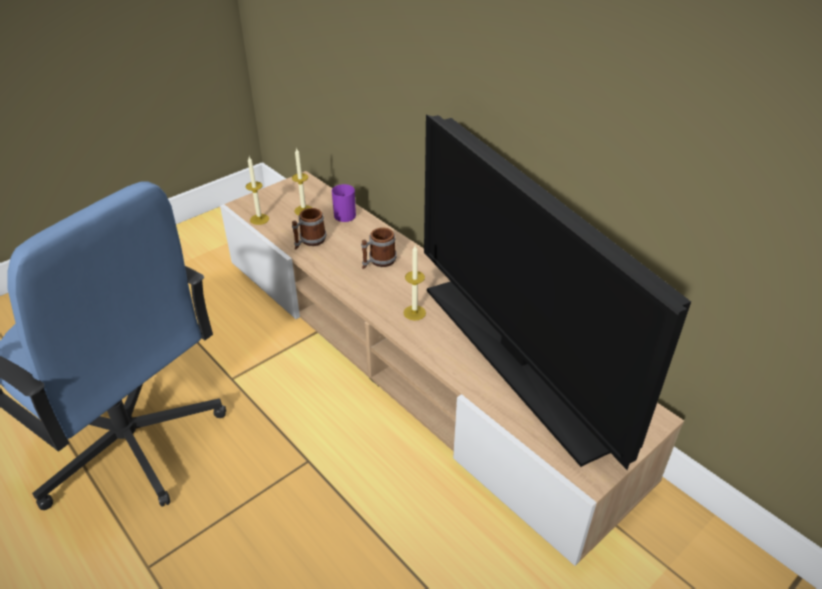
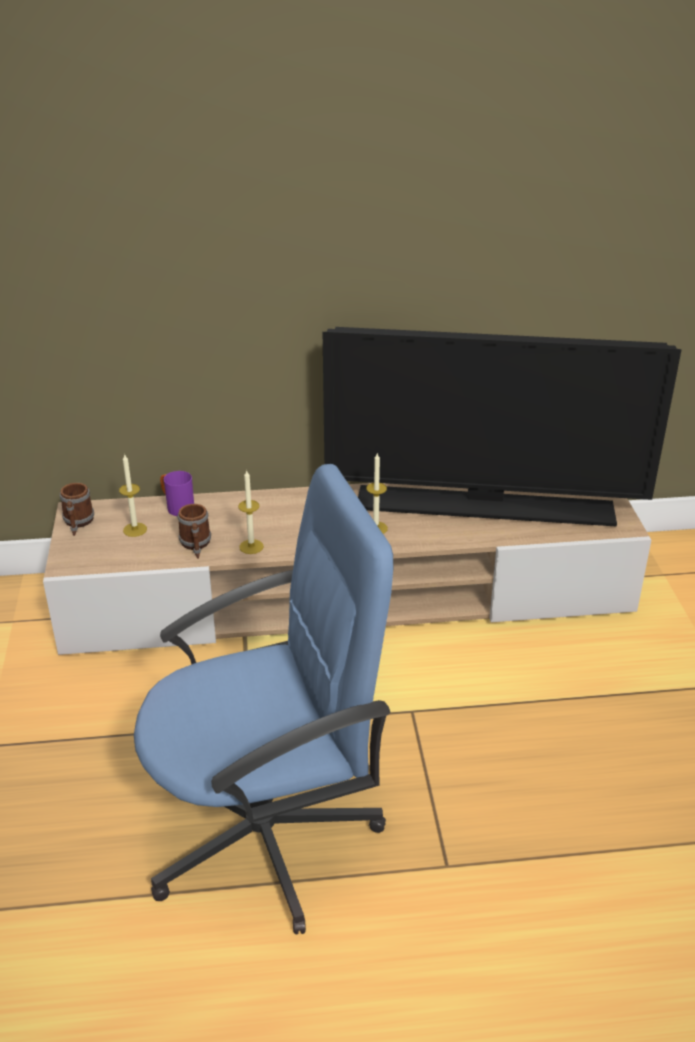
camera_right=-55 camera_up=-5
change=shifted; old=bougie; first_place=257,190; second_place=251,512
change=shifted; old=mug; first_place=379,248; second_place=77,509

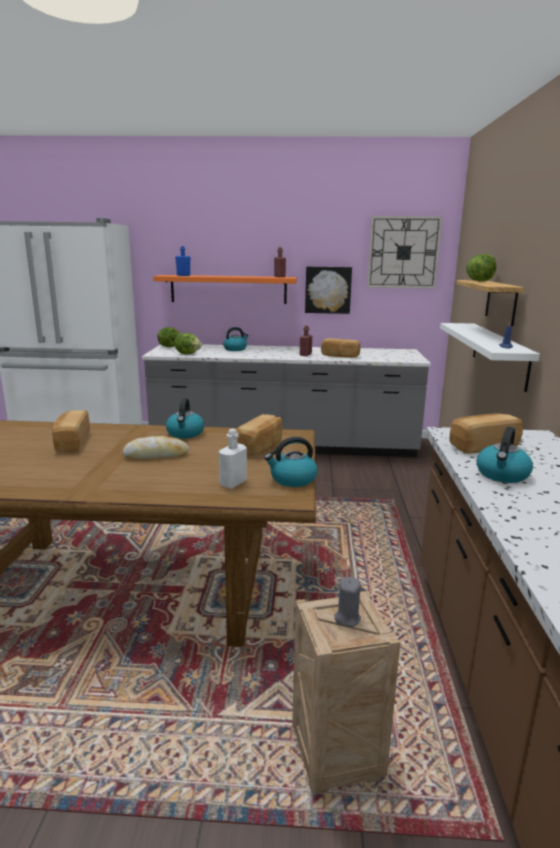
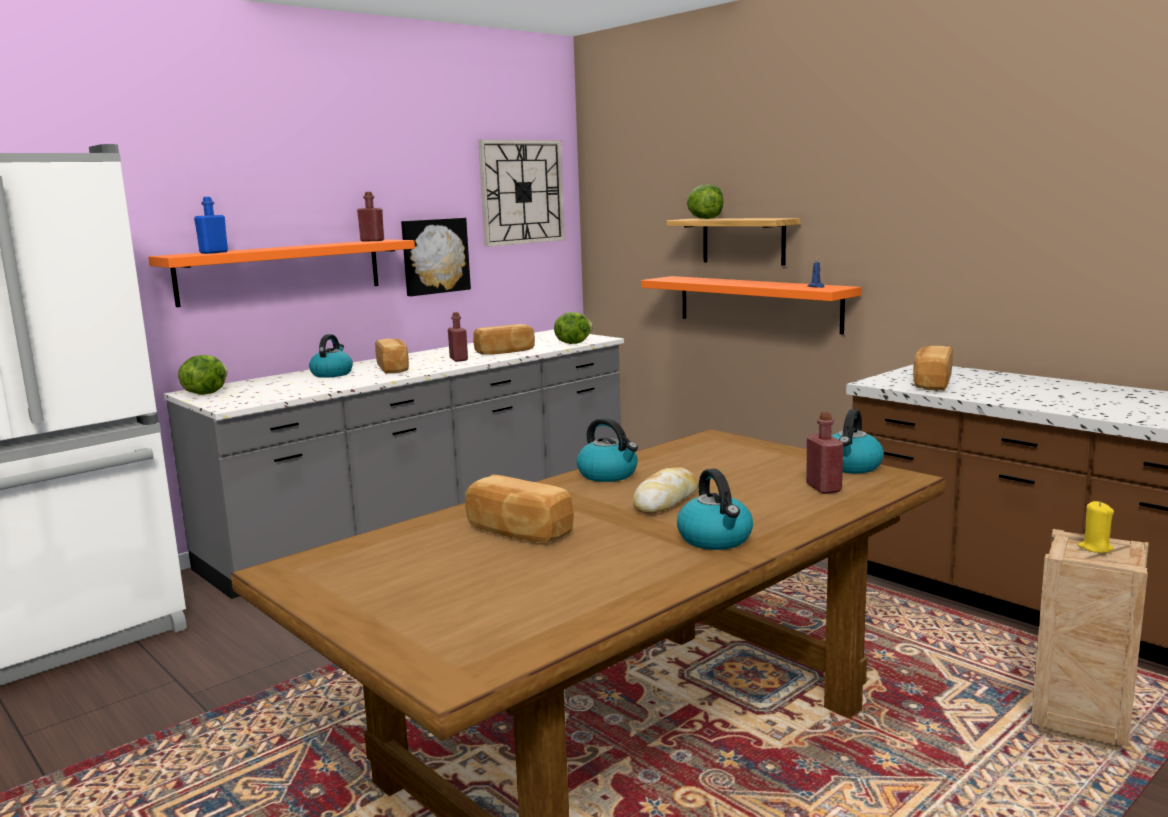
camera_right=-45 camera_up=-5
change=shifted; old=laitue; first_place=188,343; second_place=573,328
change=repainted; old=bouteille/blanc; new=bouteille/rouge; first_place=233,458; second_place=825,453
change=shifted; old=pain; first_place=259,435; second_place=392,356
change=repainted; old=bougie/gris; new=bougie/jaune; first_place=347,602; second_place=1095,527
change=repainted; old=étagère/blanc; new=étagère/orange; first_place=490,357; second_place=751,305
change=shifted; old=bouilloire; first_place=505,455; second_place=715,509

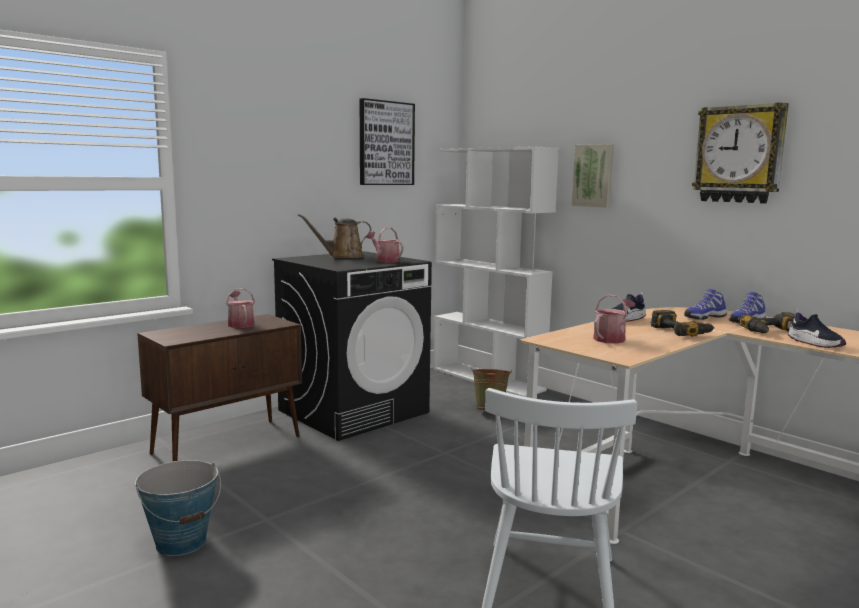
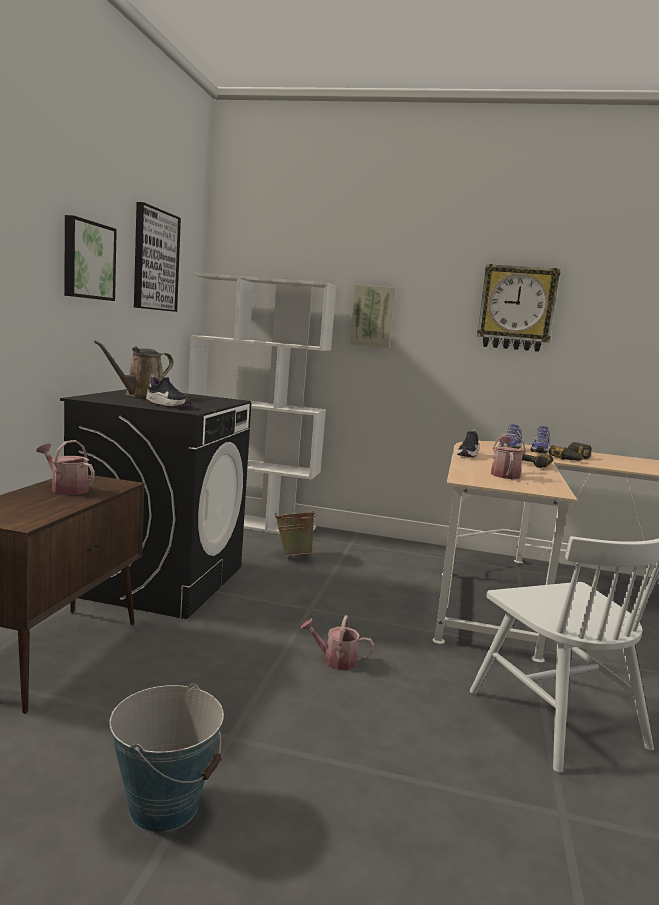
camera_right=-35 camera_up=0
change=shifted; old=arrosoir; first_place=385,245; second_place=338,642
change=shifted; old=chaussure; first_place=817,329; second_place=168,390
change=new; new=tableau; second_place=90,258

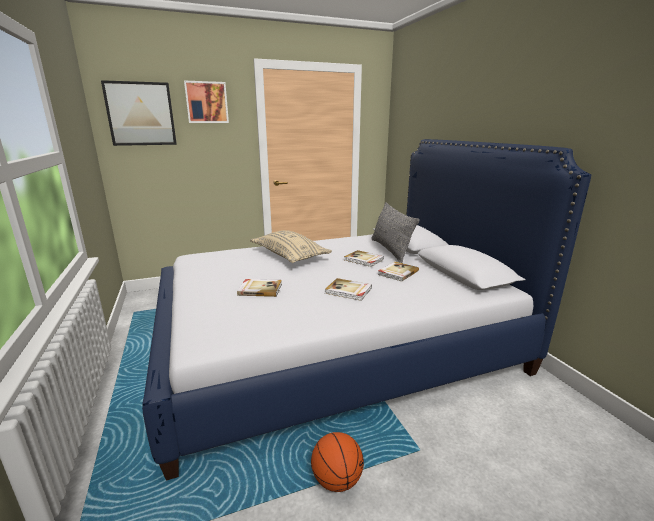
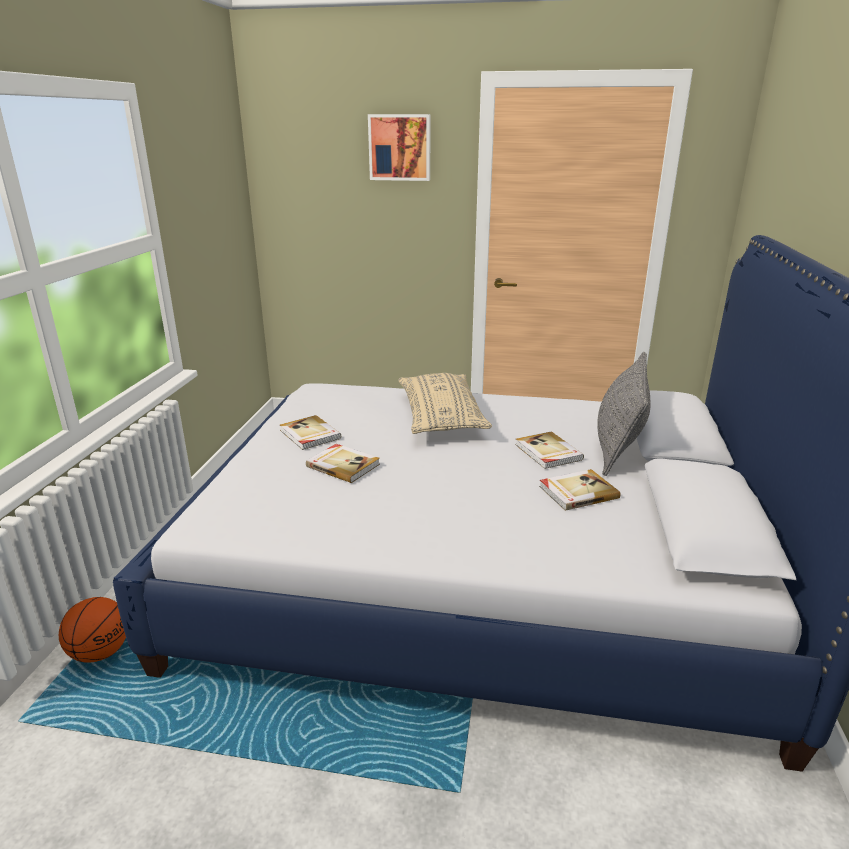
camera_right=30 camera_up=5
change=gone; old=tableau; first_place=139,113
change=shifted; old=ballon de basket; first_place=337,462; second_place=92,630
change=shifted; old=livre; first_place=348,289; second_place=310,432

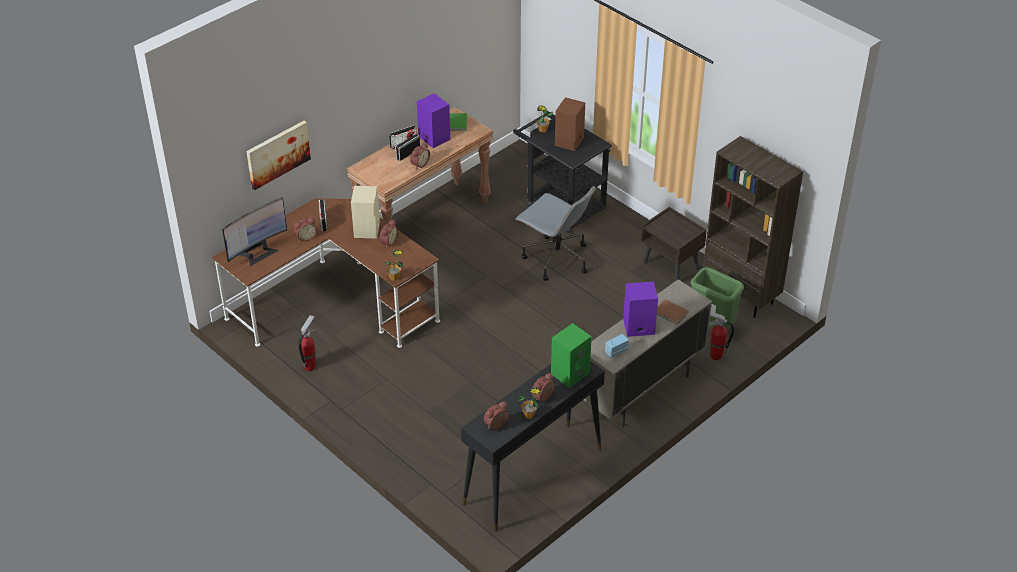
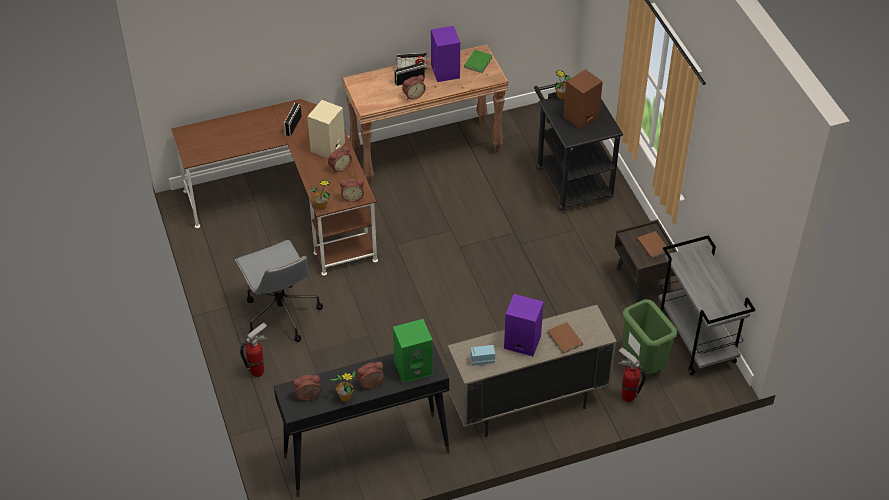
camera_right=25 camera_up=5
change=gone; old=écran d'ordinateur; first_place=254,231
change=gone; old=tableau; first_place=278,155
change=shifted; old=réveil; first_place=305,229; second_place=352,190
change=shifted; old=extincteur; first_place=307,343; second_place=254,349
change=shifted; old=chaise de bureau/gris; first_place=555,233; second_place=279,291
change=swapped; old=bibliothèque/marron; new=chariot/gris; first_place=753,227; second_place=706,305
change=new; new=livre/marron; second_place=653,245

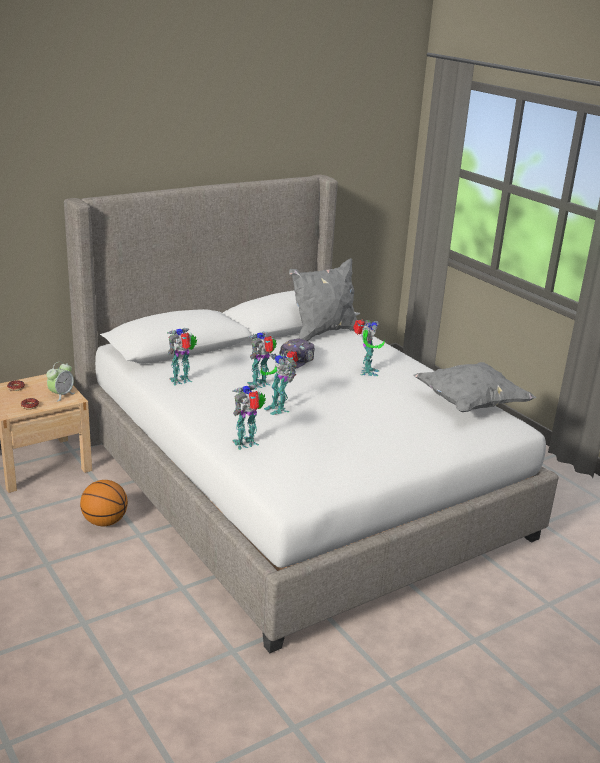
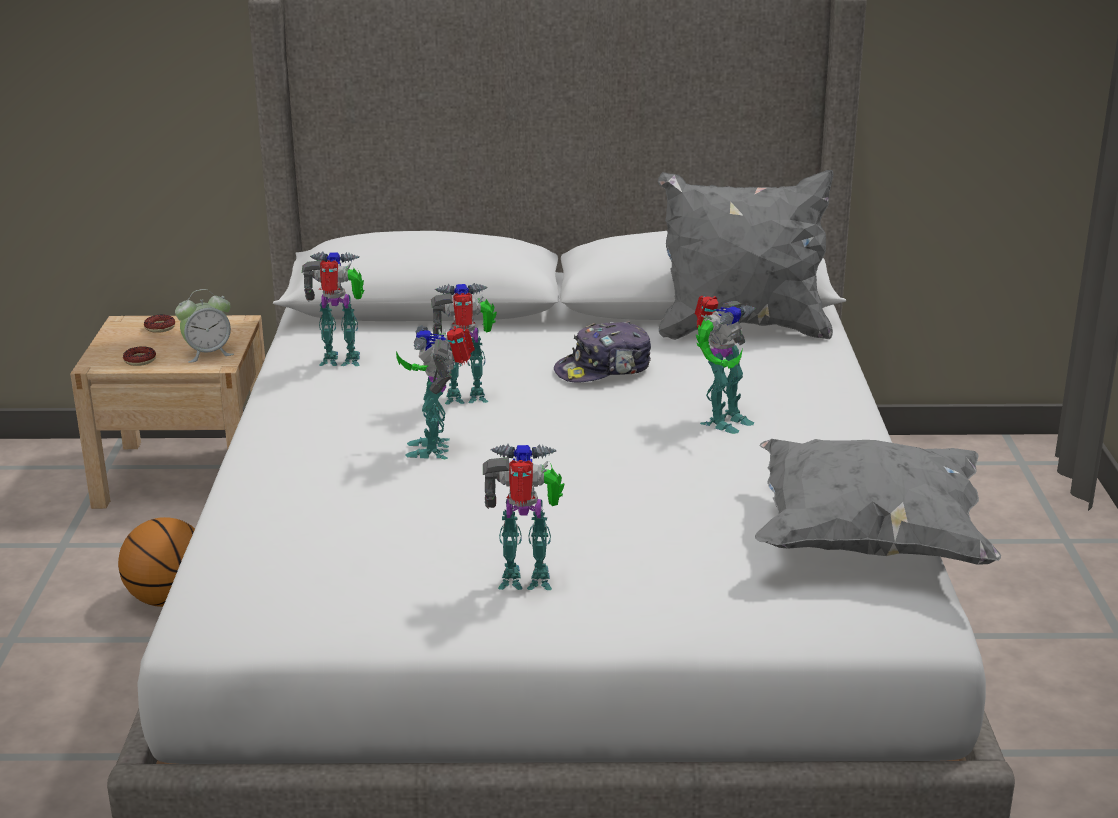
camera_right=35 camera_up=0
change=shifted; old=robot jouet; first_place=249,417; second_place=523,517

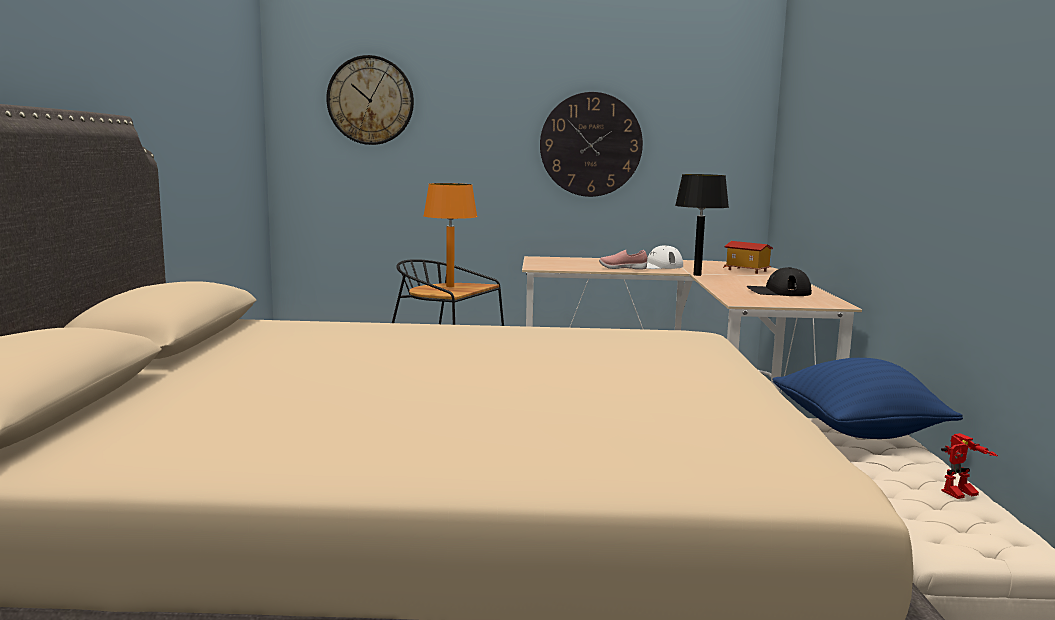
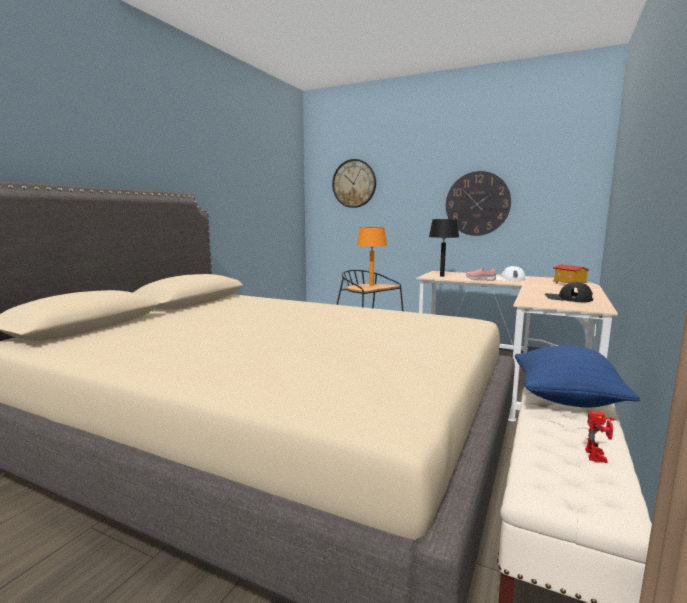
camera_right=25 camera_up=0
change=shifted; old=lampe de table/noir; first_place=702,225; second_place=444,248
change=rotated; old=robot jouet; first_place=969,466; second_place=601,437; degrees=-75

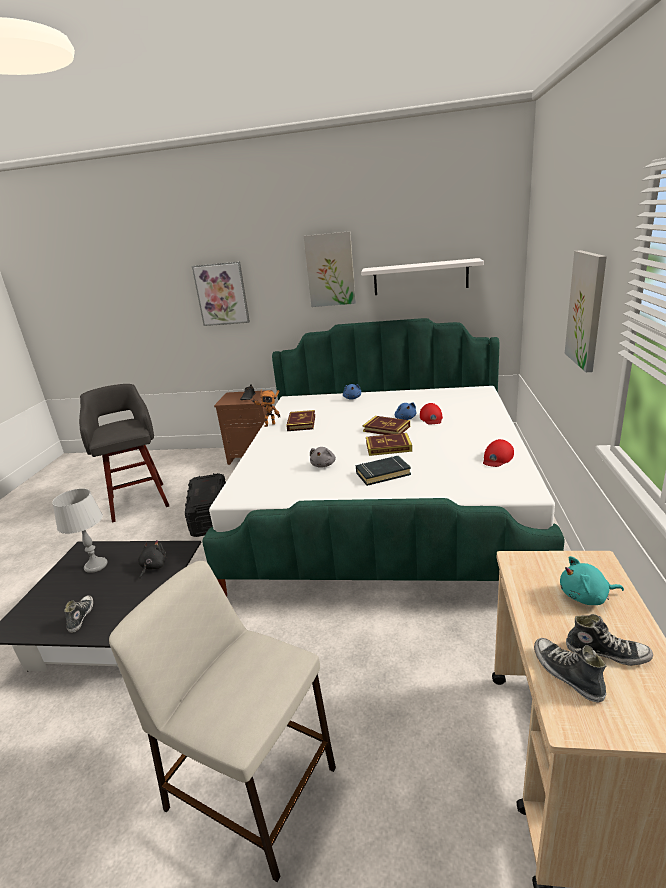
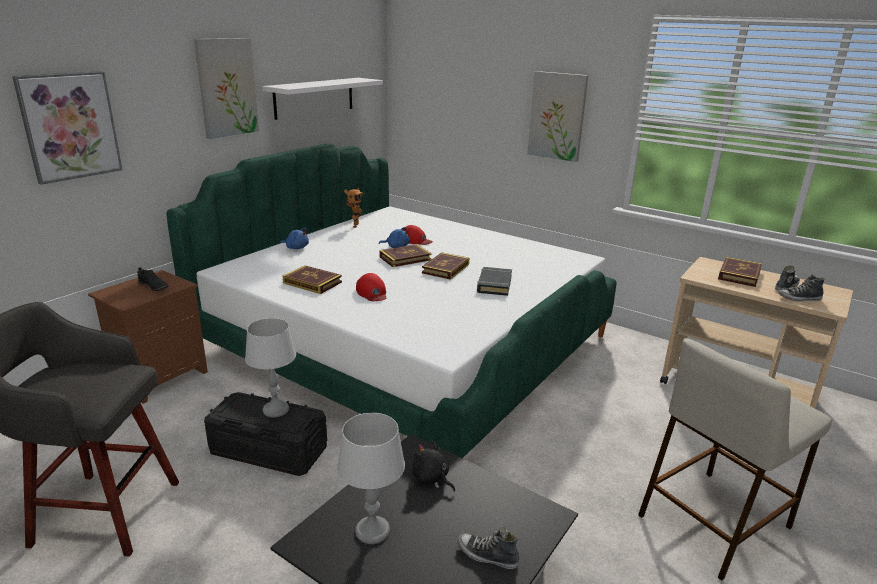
camera_right=-65 camera_up=0
change=shifted; old=robot jouet; first_place=266,408; second_place=354,208
change=gone; old=peluche/gris; first_place=323,457
change=shifted; old=casquette/rouge; first_place=498,453; second_place=371,287
change=swapped; old=peluche/turquoise; new=livre; first_place=592,580; second_place=740,272
change=new; new=lampe de table/gris; second_place=270,368

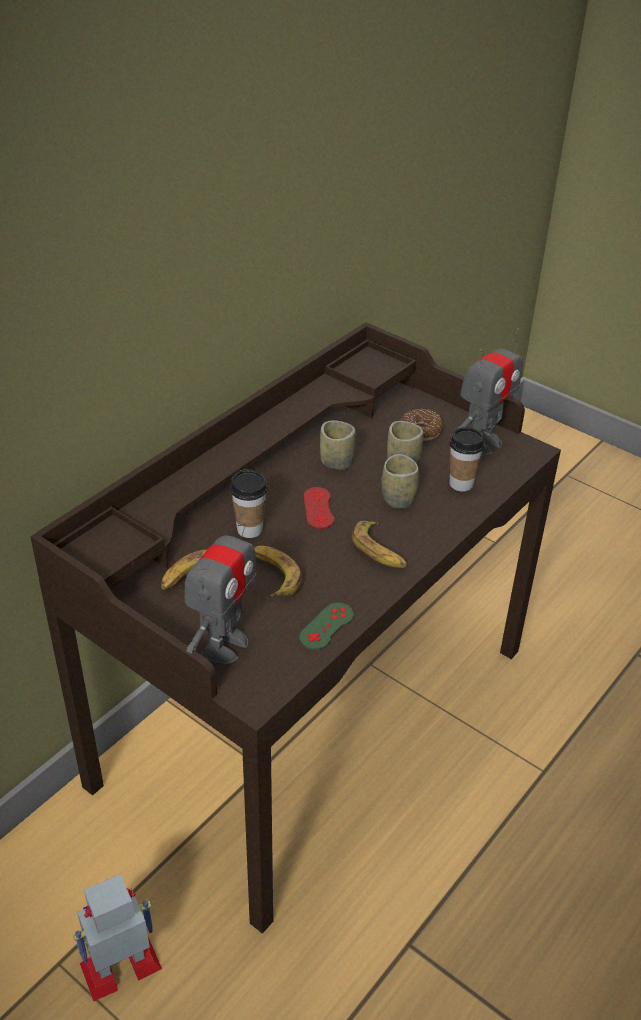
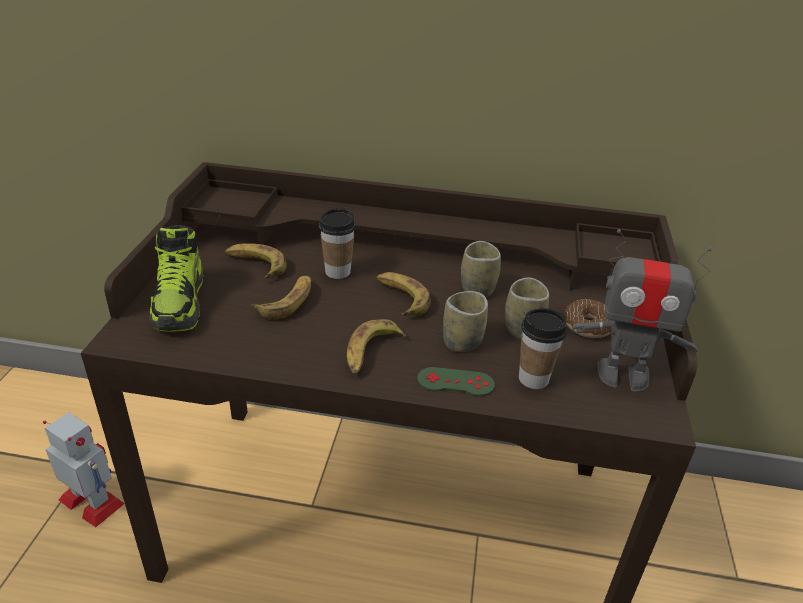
camera_right=60 camera_up=-5
change=swapped; old=robot jouet; new=chaussure; first_place=220,587; second_place=176,278
change=shifted; old=manette/vert; first_place=326,626; second_place=456,381
change=swapped; old=manette/rouge; new=banane; first_place=319,508; second_place=403,294

